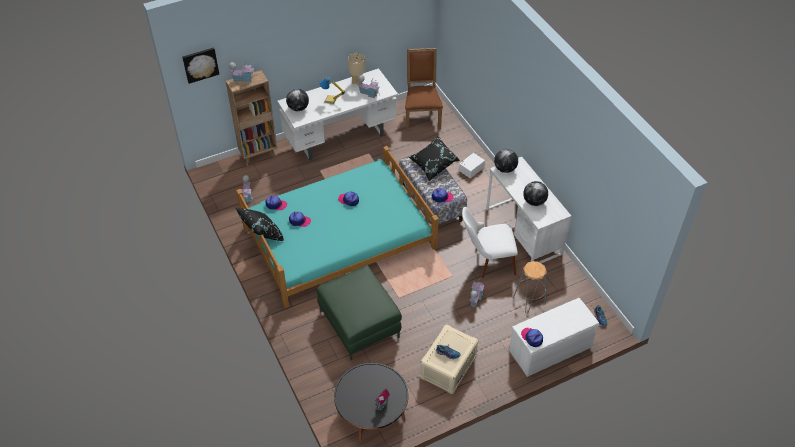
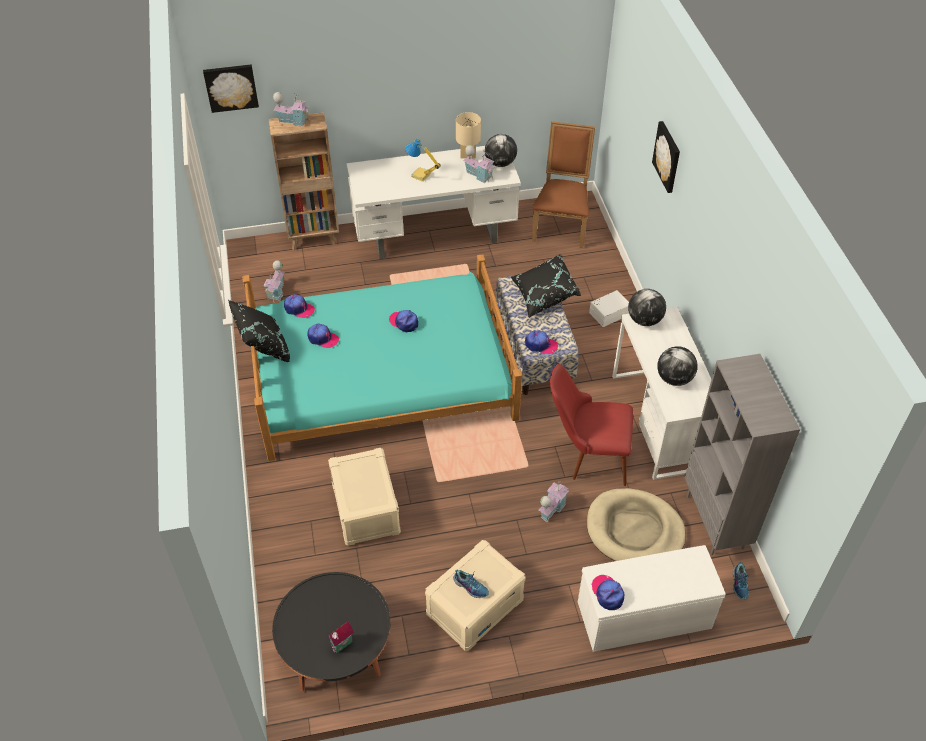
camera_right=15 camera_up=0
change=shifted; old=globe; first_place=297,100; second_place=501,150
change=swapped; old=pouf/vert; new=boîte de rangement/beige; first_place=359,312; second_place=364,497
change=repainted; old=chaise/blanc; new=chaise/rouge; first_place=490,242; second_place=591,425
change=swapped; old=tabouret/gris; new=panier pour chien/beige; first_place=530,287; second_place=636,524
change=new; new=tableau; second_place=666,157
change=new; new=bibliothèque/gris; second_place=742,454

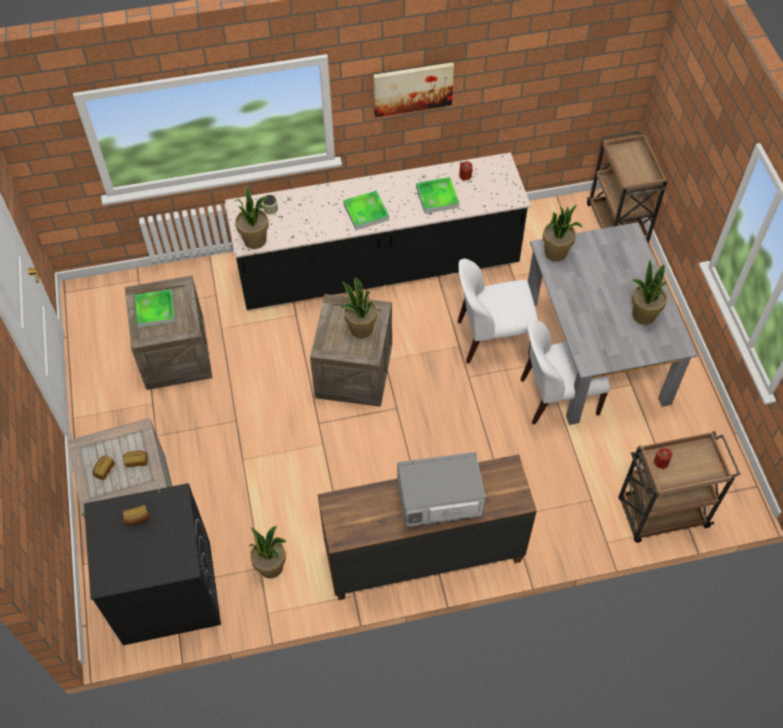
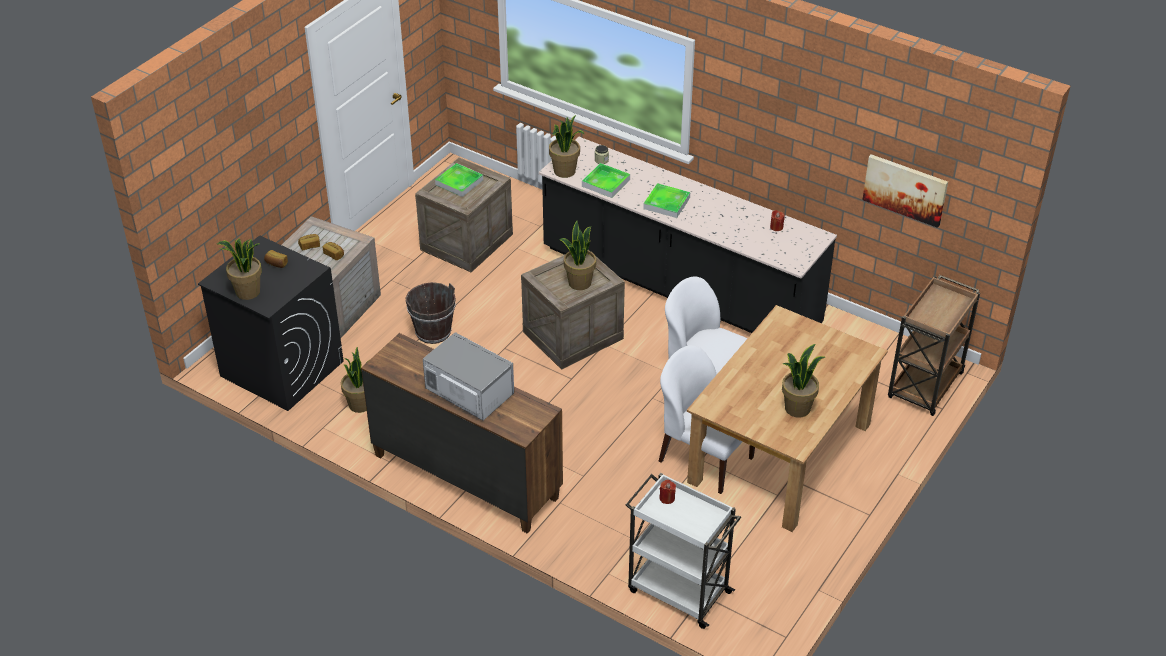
camera_right=45 camera_up=-15
change=shifted; old=tableau; first_place=413,89; second_place=905,191
change=shifted; old=plateau; first_place=437,195; second_place=606,180
change=repainted; old=table à manger/gris; new=table à manger/marron; first_place=613,323; second_place=787,418
change=shifted; old=plante en pot; first_place=562,233; second_place=239,269
change=repainted; old=chariot/marron; new=chariot/blanc; first_place=679,487; second_place=683,551
change=new; new=seau/marron; second_place=431,313

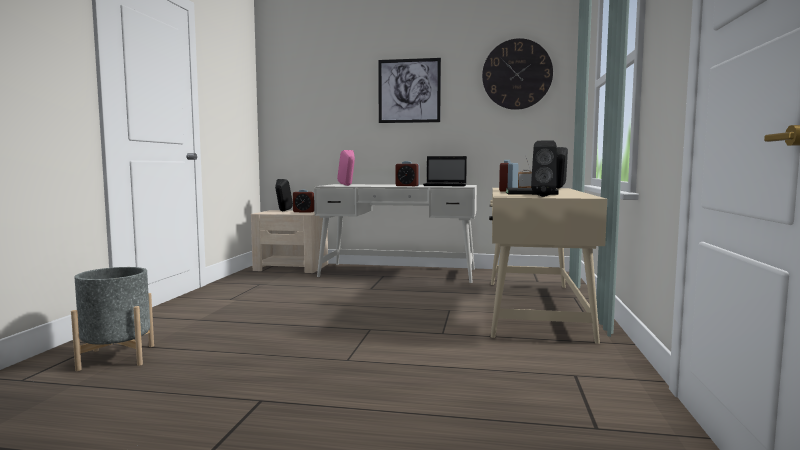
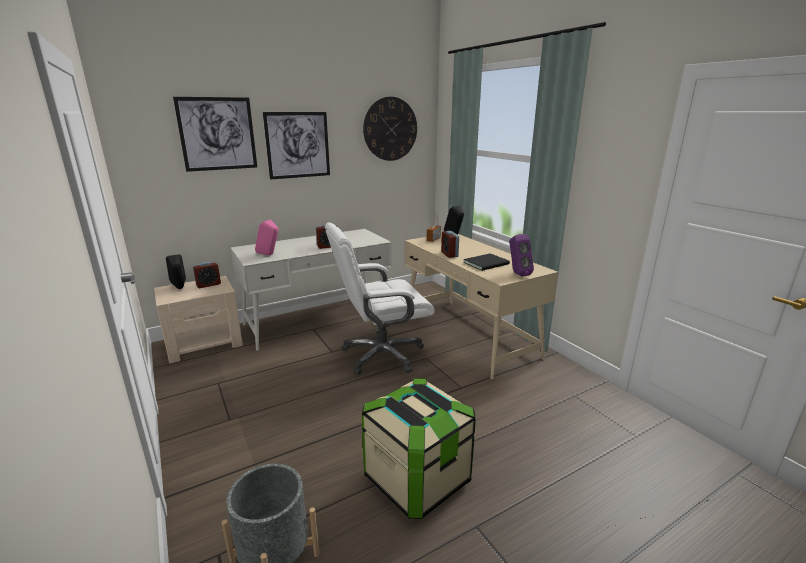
camera_right=-40 camera_up=15
change=gone; old=ordinateur portable; first_place=445,171
change=repainted; old=enceinte/noir; new=enceinte/violet; first_place=544,168; second_place=521,255
change=new; new=tableau; second_place=215,134
change=new; new=chaise de bureau/blanc; second_place=379,299
change=new; new=boîte de rangement; second_place=419,448

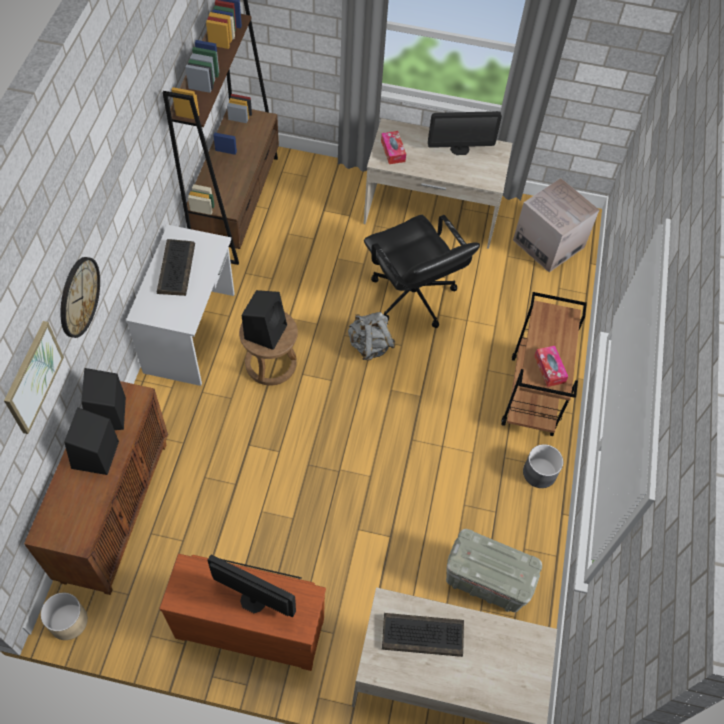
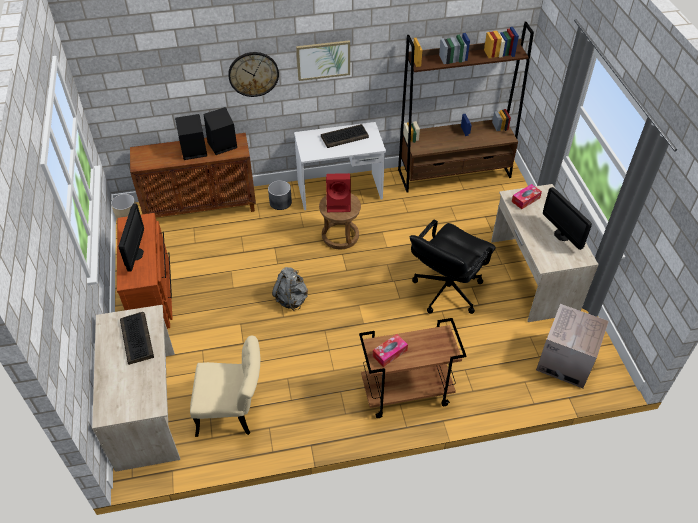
camera_right=70 camera_up=-10
change=shifted; old=tableau; first_place=34,377; second_place=323,60
change=repainted; old=enceinte/noir; new=enceinte/rouge; first_place=264,320; second_place=338,192
change=shifted; old=sac à dos/gris; first_place=371,336; second_place=290,289
change=swapped; old=boîte de rangement/gris; new=chaise/beige; first_place=494,570; second_place=225,386
change=shifted; old=cache-pot/gris; first_place=543,466; second_place=280,195

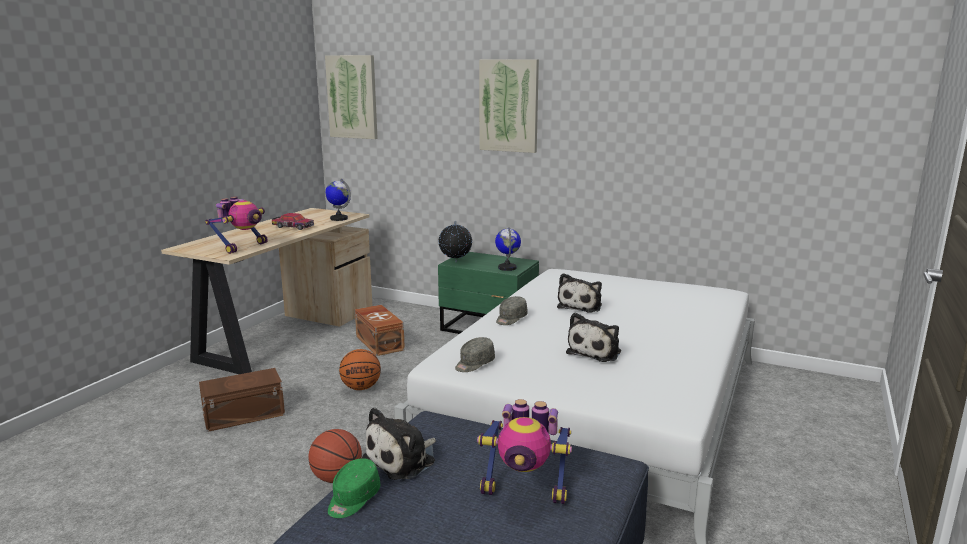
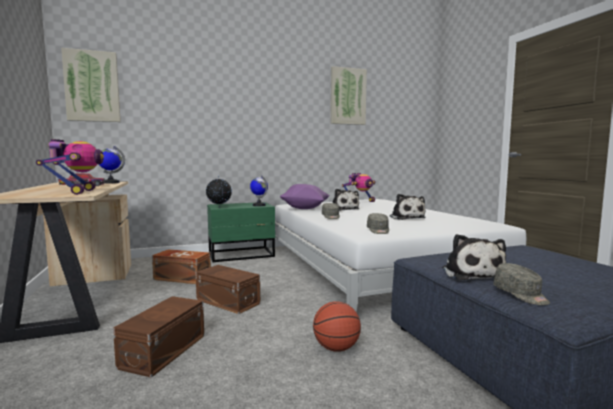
camera_right=-45 camera_up=-10
change=repainted; old=casquette/vert; new=casquette/gris; first_place=354,488; second_place=522,284
change=swapped; old=ballon de basket; new=boîte de rangement/marron; first_place=360,369; second_place=228,289
change=shifted; old=robot jouet; first_place=524,451; second_place=358,187
change=shifted; old=tableau; first_place=509,106; second_place=349,95
change=new; new=coussin/violet; second_place=305,196

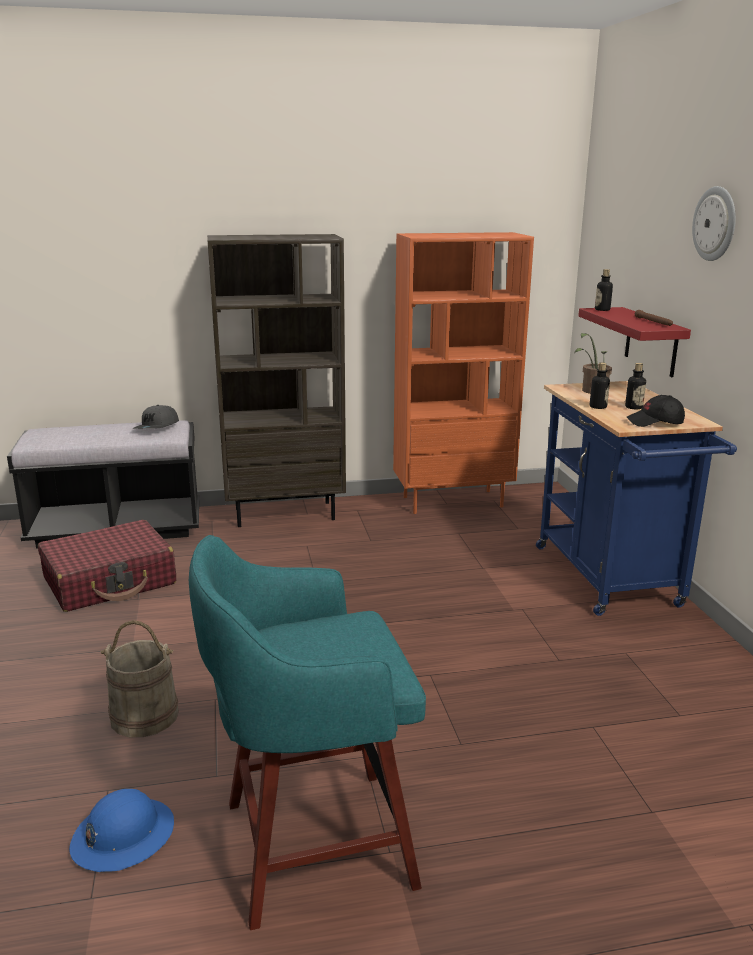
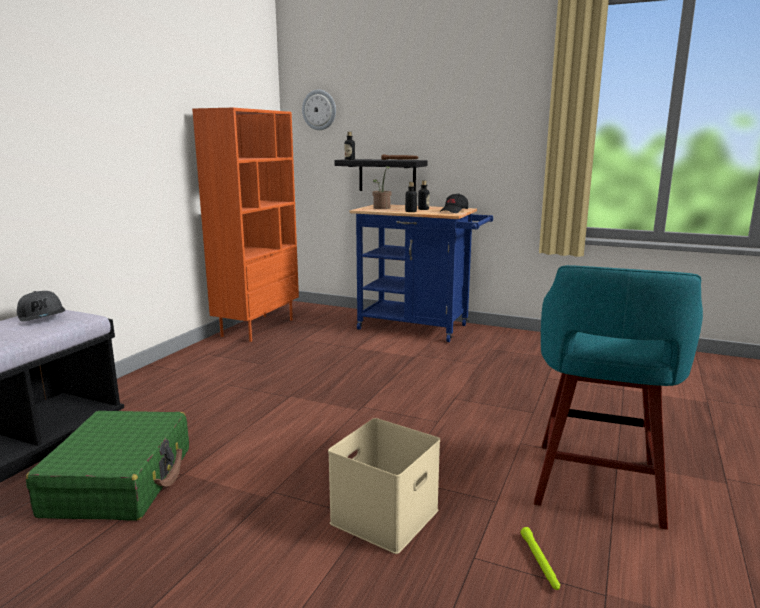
camera_right=-55 camera_up=-5
change=repainted; old=valise/rouge; new=valise/vert; first_place=107,566; second_place=107,466
change=swapped; old=casque de chantier/bleu; new=lampe de poche/vert; first_place=121,830; second_place=540,558
change=swapped; old=seau/beige; new=boîte de rangement/beige; first_place=139,678; second_place=384,486
change=gone; old=bibliothèque/marron; first_place=276,380
change=repainted; old=étagère/rouge; new=étagère/noir; first_place=634,342; second_place=381,175
change=shifted; old=horloge murale; first_place=714,223; second_place=319,110

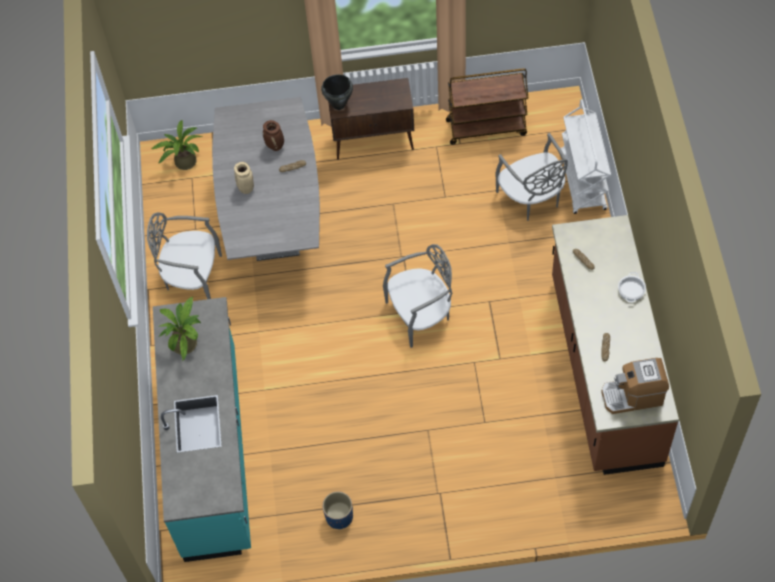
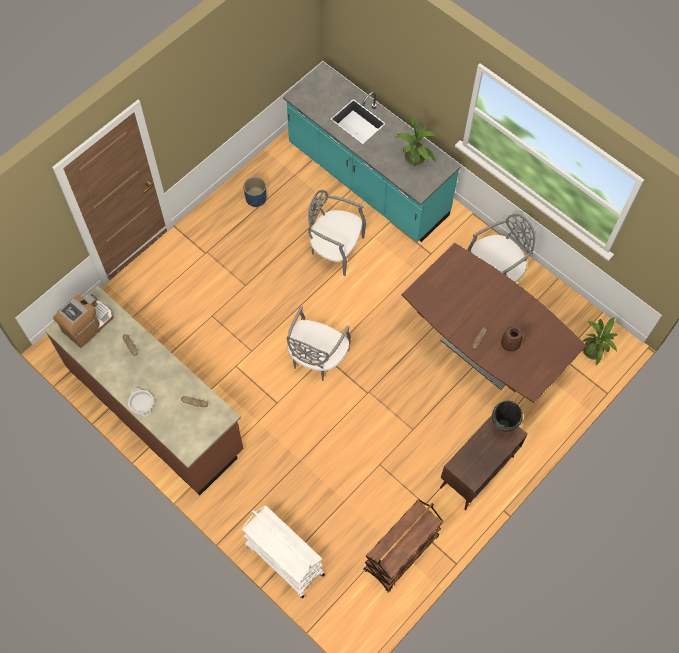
camera_right=135 camera_up=5
change=repainted; old=table à manger/gris; new=table à manger/marron; first_place=266,179; second_place=494,323
change=gone; old=vase/beige; first_place=244,178
change=shifted; old=chaise/gris; first_place=532,177; second_place=337,233

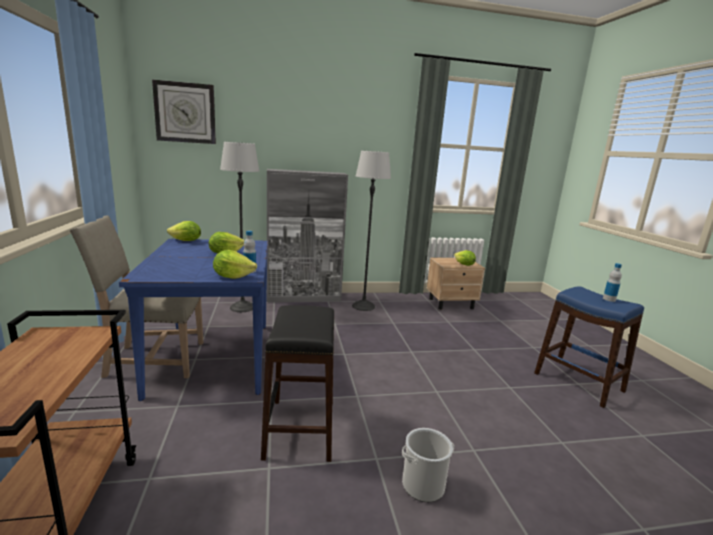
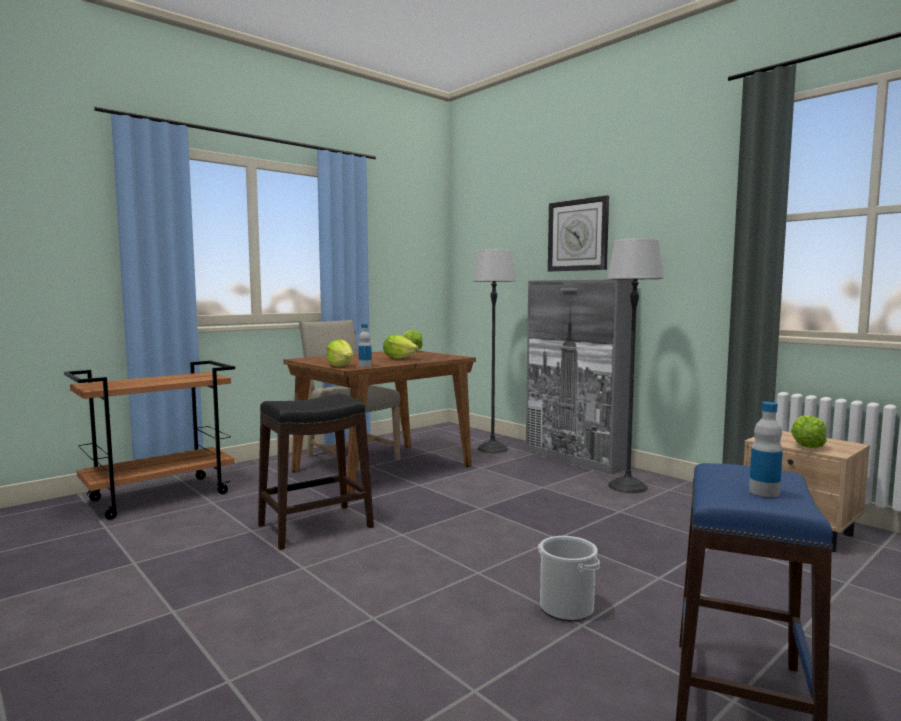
camera_right=60 camera_up=-10
change=repainted; old=table à manger/bleu; new=table à manger/marron; first_place=193,320; second_place=379,422
change=shifted; old=horloge murale; first_place=184,111; second_place=578,233
change=shifted; old=seau; first_place=428,465; second_place=569,578

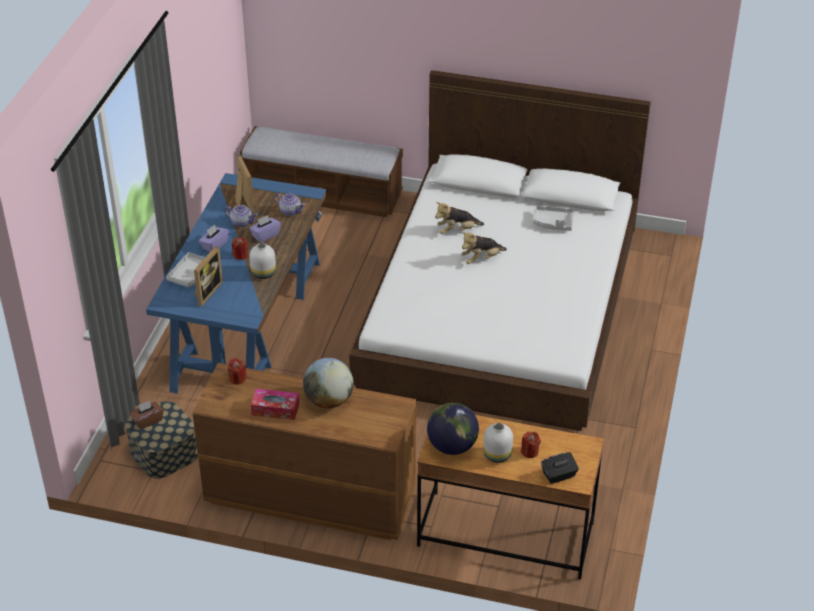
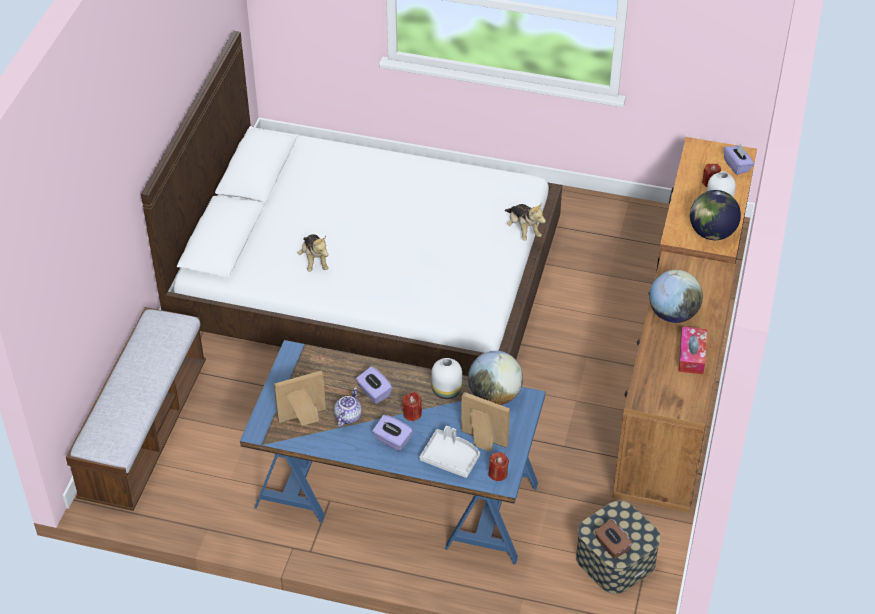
camera_right=-90 camera_up=5
change=shifted; old=bougie/rouge; first_place=237,371; second_place=498,466
change=gone; old=théière; first_place=289,204
change=shifted; old=peluche; first_place=484,248; second_place=525,222
change=gone; old=plateau/gris; first_place=553,218
change=repainted; old=boîte à mouchoirs/noir; new=boîte à mouchoirs/violet; first_place=560,468; second_place=739,159
change=new; new=globe; second_place=495,378

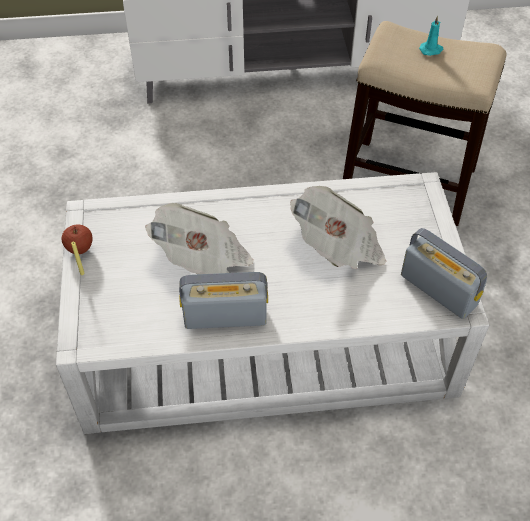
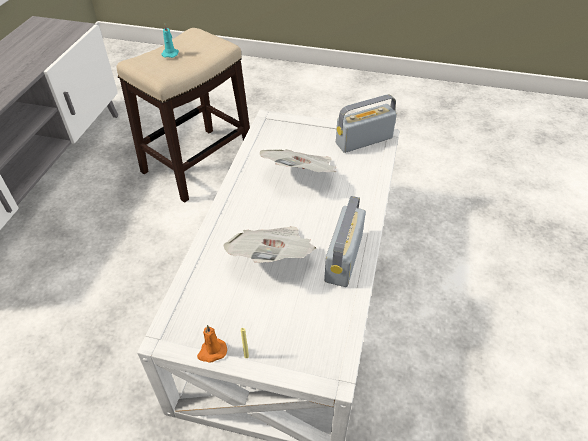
camera_right=-70 camera_up=-5
change=swapped; old=pomme; new=bougie/orange; first_place=76,239; second_place=212,344

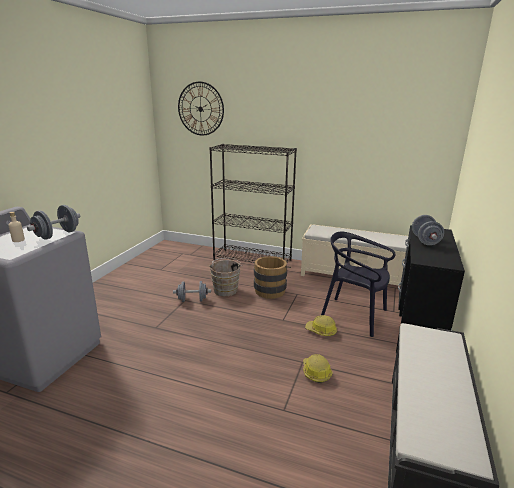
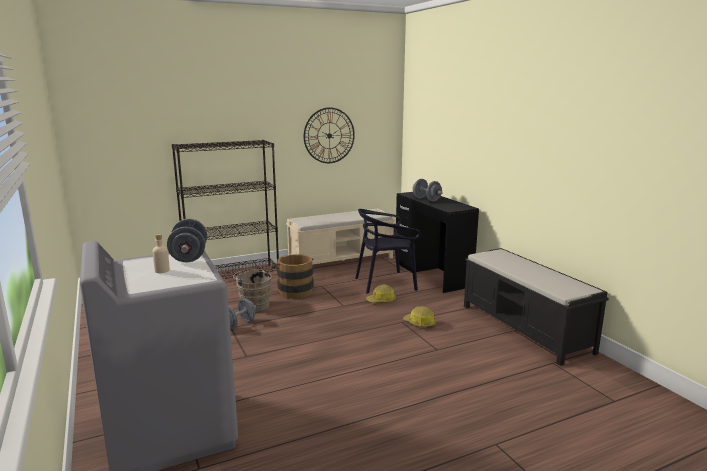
camera_right=-45 camera_up=-5
change=shifted; old=horloge murale; first_place=201,109; second_place=329,135

